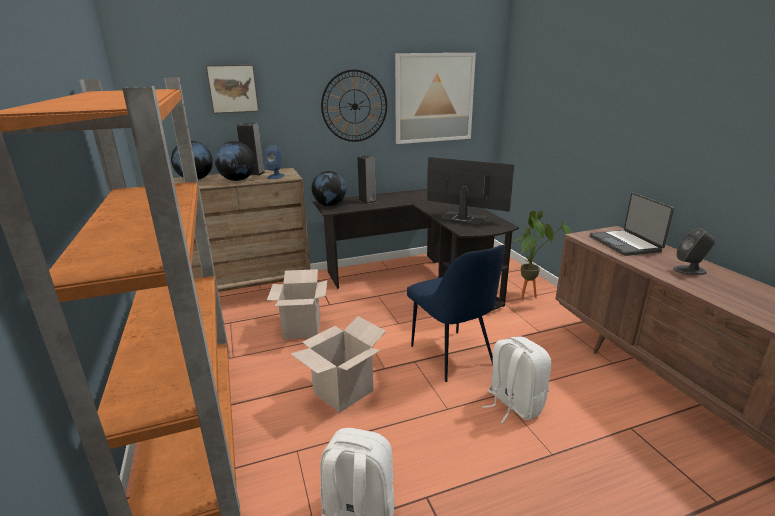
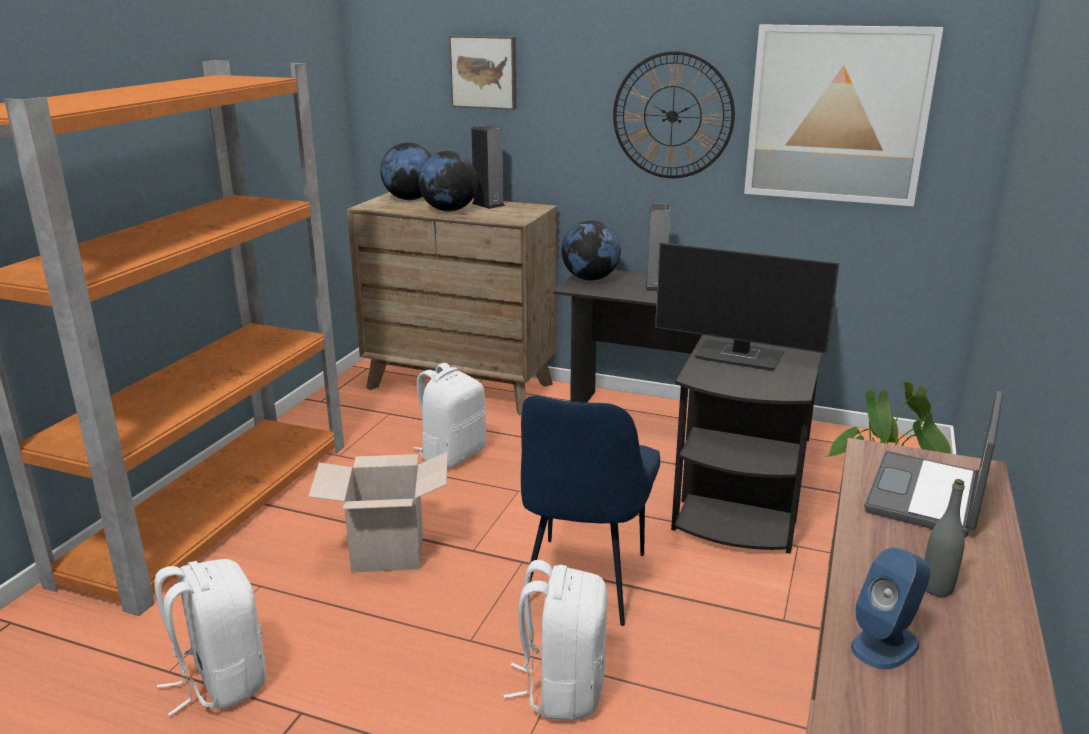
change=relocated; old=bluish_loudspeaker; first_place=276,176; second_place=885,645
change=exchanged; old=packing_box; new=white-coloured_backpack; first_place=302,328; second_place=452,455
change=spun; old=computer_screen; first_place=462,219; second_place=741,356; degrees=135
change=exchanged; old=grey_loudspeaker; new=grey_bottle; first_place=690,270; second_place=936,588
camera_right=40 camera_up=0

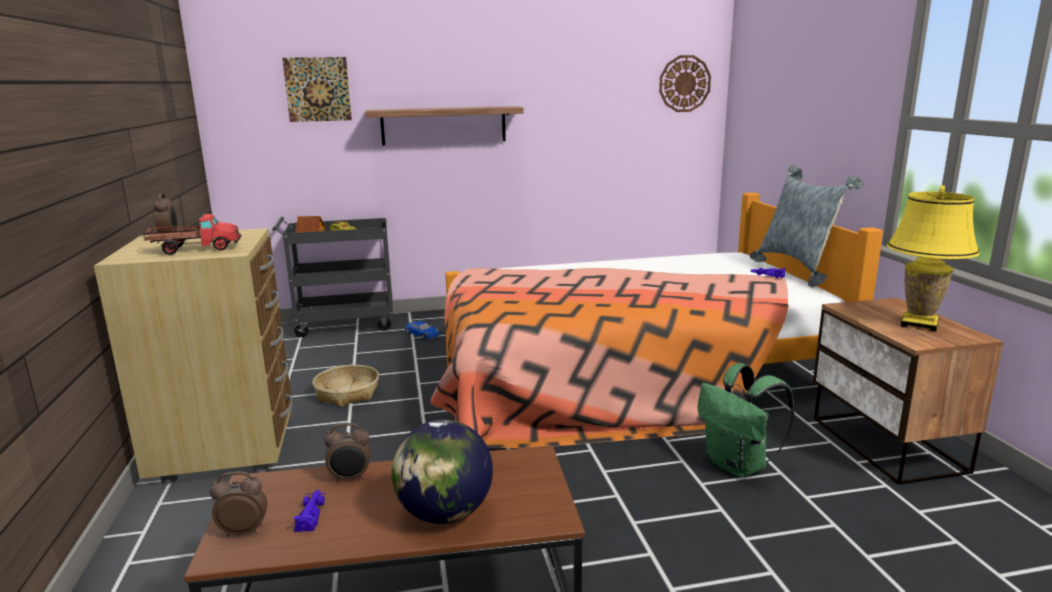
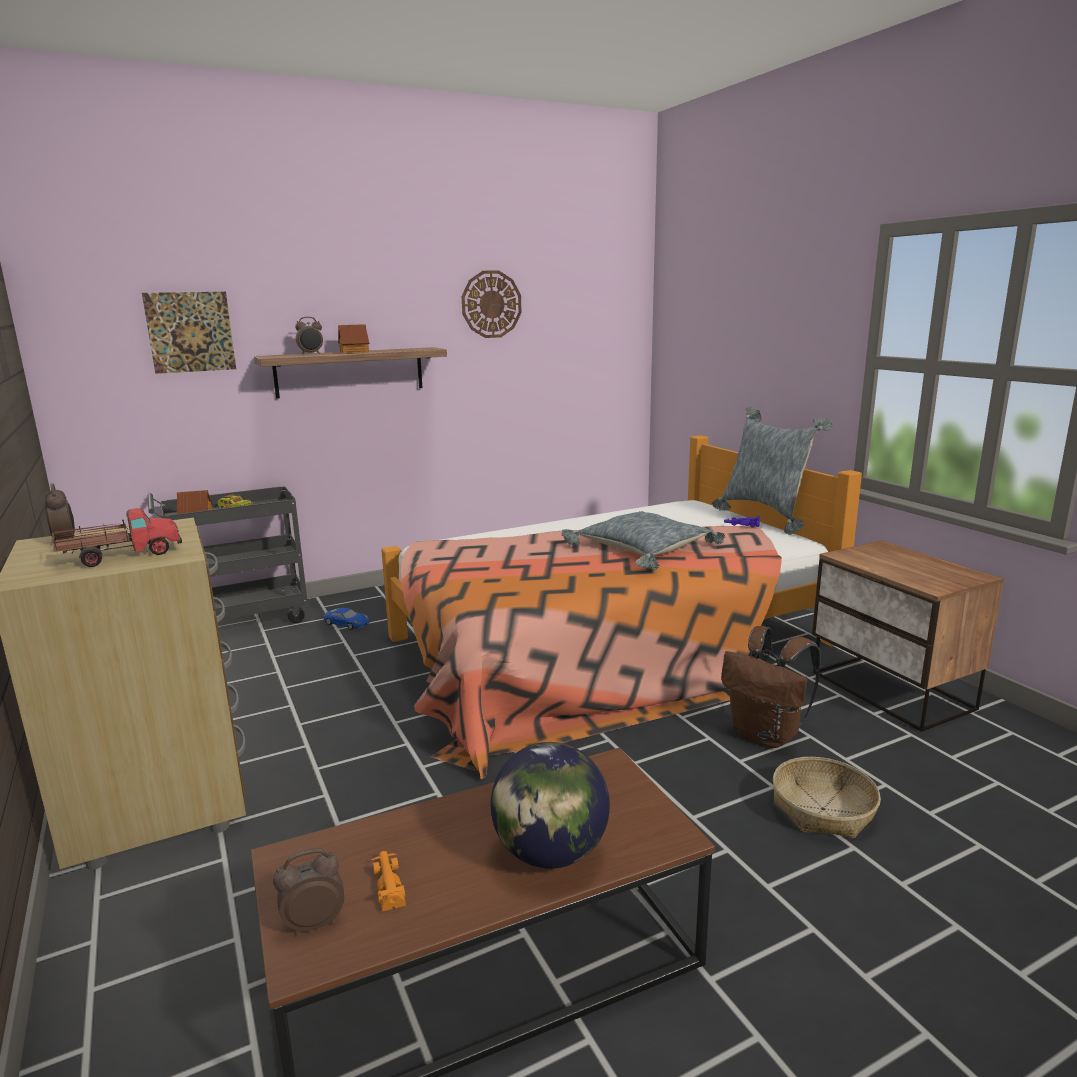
change=colour; old=purplish_miniature_car; new=orangey_miniature_car; first_place=311,514; second_place=388,883
change=relocated; old=storage_basket; first_place=347,393; second_place=822,809
change=relocated; old=table_clock; first_place=350,478; second_place=311,354
change=relocated; old=wall_clock; first_place=684,83; second_place=491,304
change=colour; old=greenish_backpack; new=brownish_backpack; first_place=738,466; second_place=767,735
change=missing; old=yellow-coloured_lamp_for_a_table; first_place=919,324
change=appeared; new=toy_house; second_place=354,352
change=appeared; new=pillow; second_place=642,545
camera_right=-15 camera_up=0

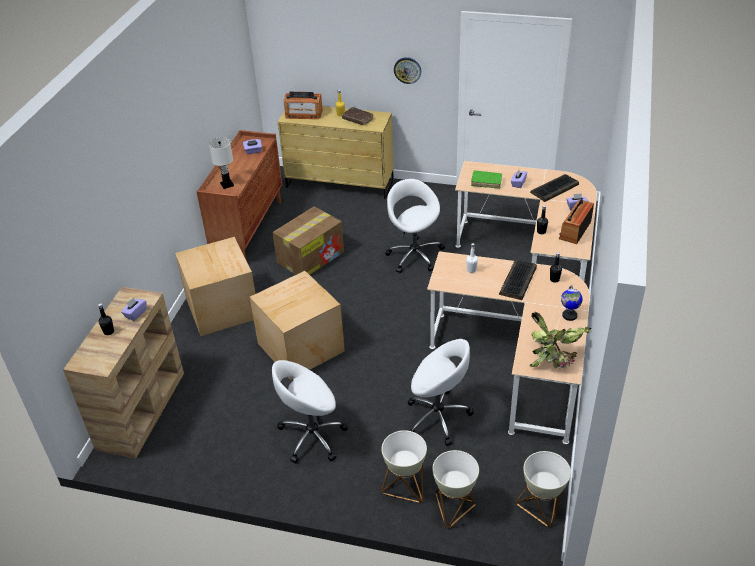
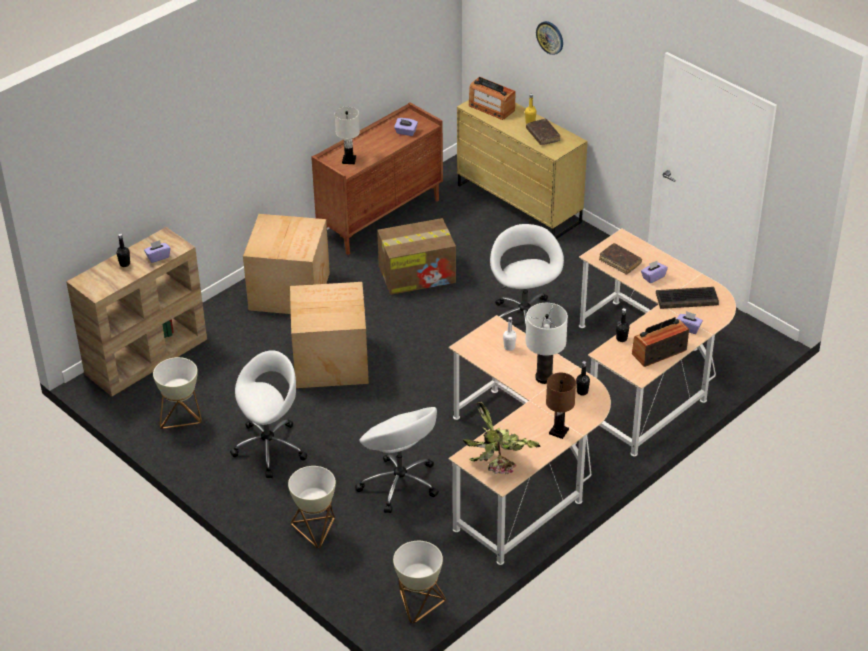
change=spun; old=white-coloured_desk_chair; first_place=310,437; second_place=271,447; degrees=150
change=relocated; old=wall_clock; first_place=407,70; second_place=550,37
change=relocated; old=flower_pot; first_place=454,508; second_place=181,418
change=colour; old=greenish_bound_book; new=brownish_bound_book; first_place=486,182; second_place=620,262
change=exchanged; old=keyboard; new=white-coloured_lamp_for_a_table; first_place=518,281; second_place=544,378
change=exchanged; old=globe; new=brownish_lamp_for_a_table; first_place=569,315; second_place=559,432
camera_right=30 camera_up=0

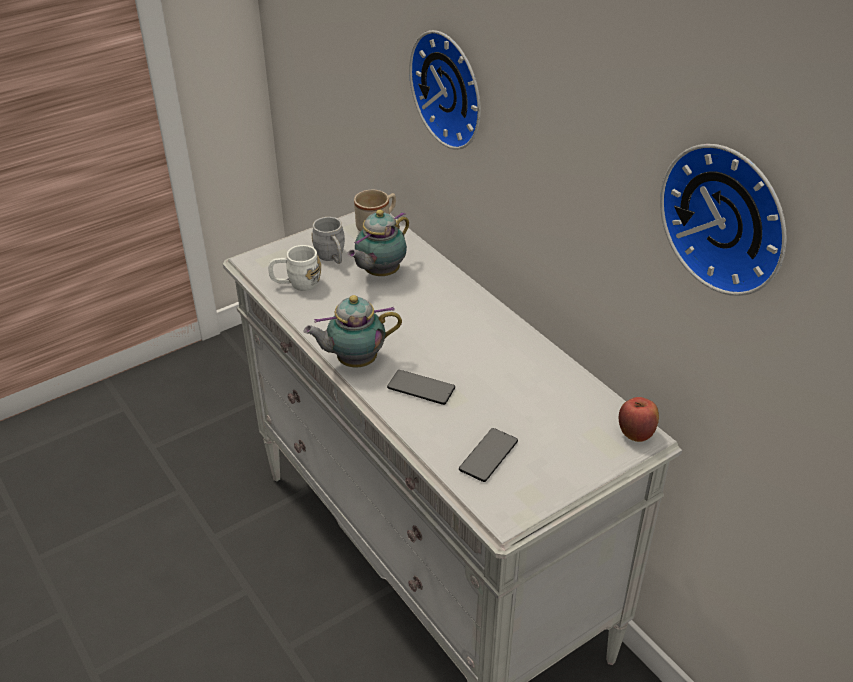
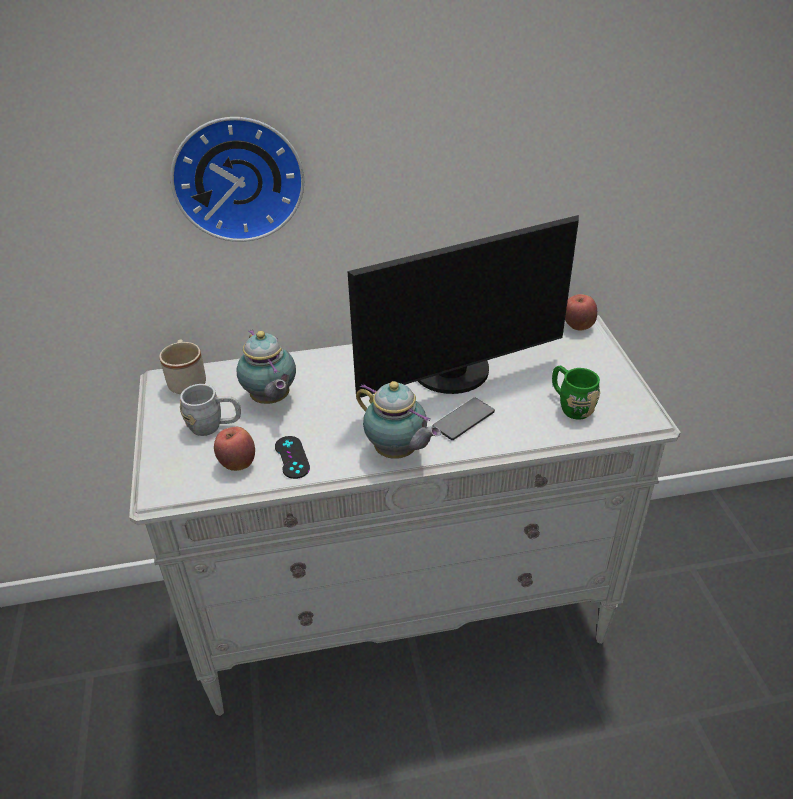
change=exchanged; old=white-coloured_coffee_mug; new=apple; first_place=296,284; second_place=238,464
change=spun; old=teapot; first_place=354,361; second_place=398,453; degrees=-60
change=exchanged; old=handset; new=greenish_coffee_mug; first_place=488,456; second_place=570,405
change=missing; old=wall_clock; first_place=729,216
change=appeared; new=black_gamepad; second_place=292,457
change=appeared; new=computer_screen; second_place=455,374
camera_right=-65 camera_up=0

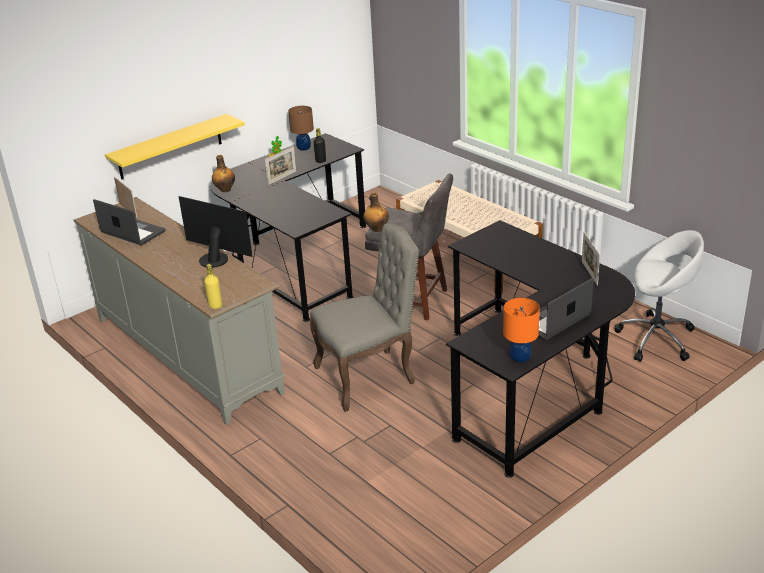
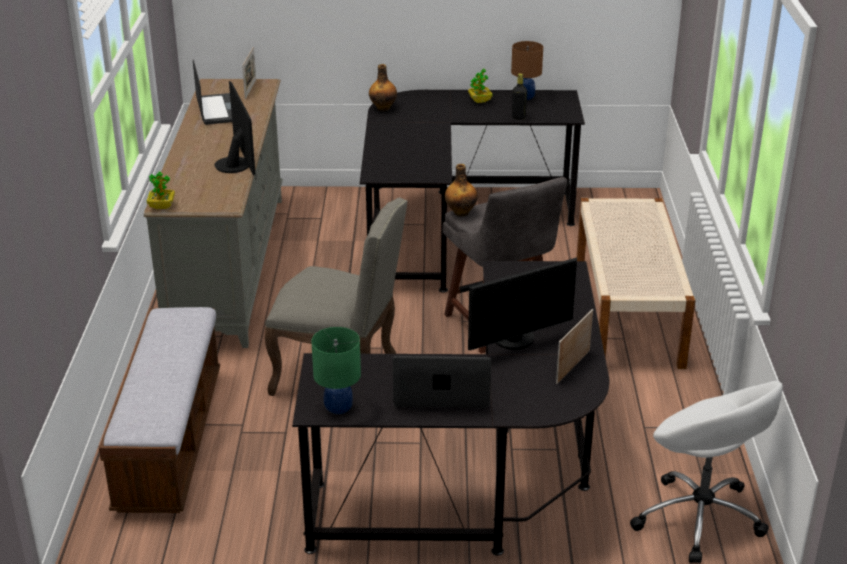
change=missing; old=yellow-coloured_shelf; first_place=170,147
change=exchanged; old=yellow-coloured_bottle; new=houseplant; first_place=215,306; second_place=162,206
change=missing; old=picture_frame; first_place=282,178
change=colour; old=orangey_lamp_for_a_table; new=greenish_lamp_for_a_table; first_place=521,358; second_place=339,409
change=appeared; new=long_seat; second_place=170,440
change=appeared; new=computer_screen; second_place=516,340
camera_right=40 camera_up=0

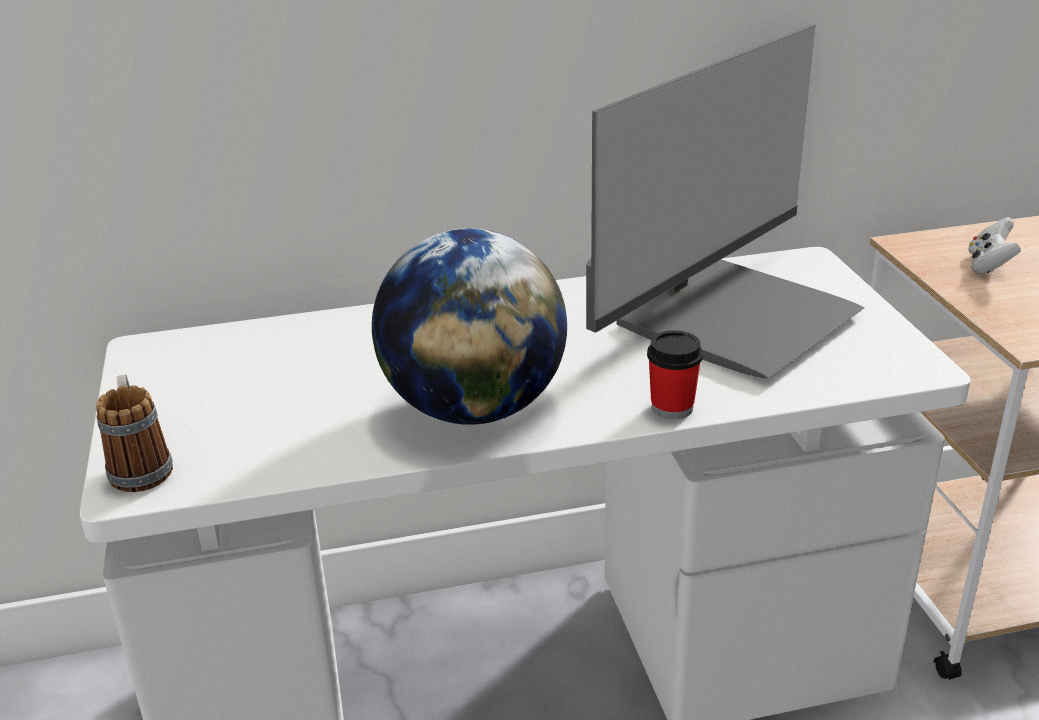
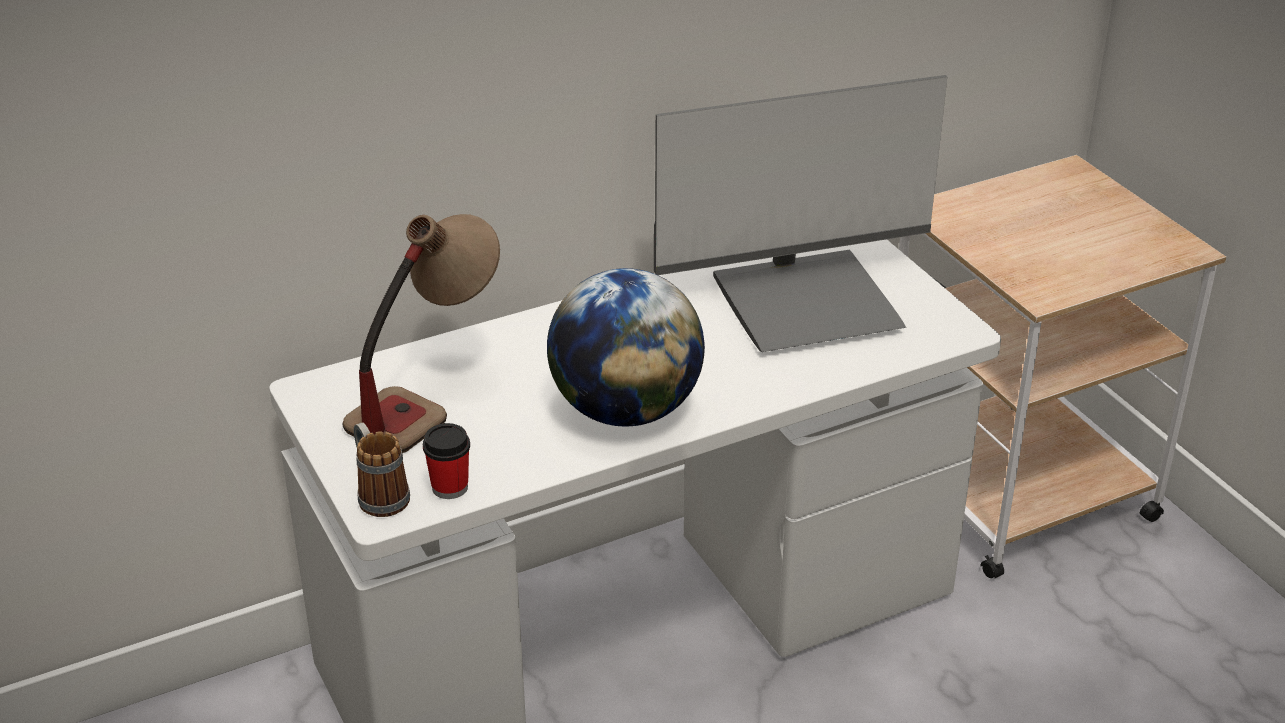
change=spun; old=computer_screen; first_place=733,318; second_place=805,301; degrees=45
change=relocated; old=cup; first_place=672,407; second_place=450,487
change=missing; old=white-coloured_gamepad; first_place=989,265
change=appeared; new=lamp_for_a_table; second_place=428,399
camera_right=-15 camera_up=5

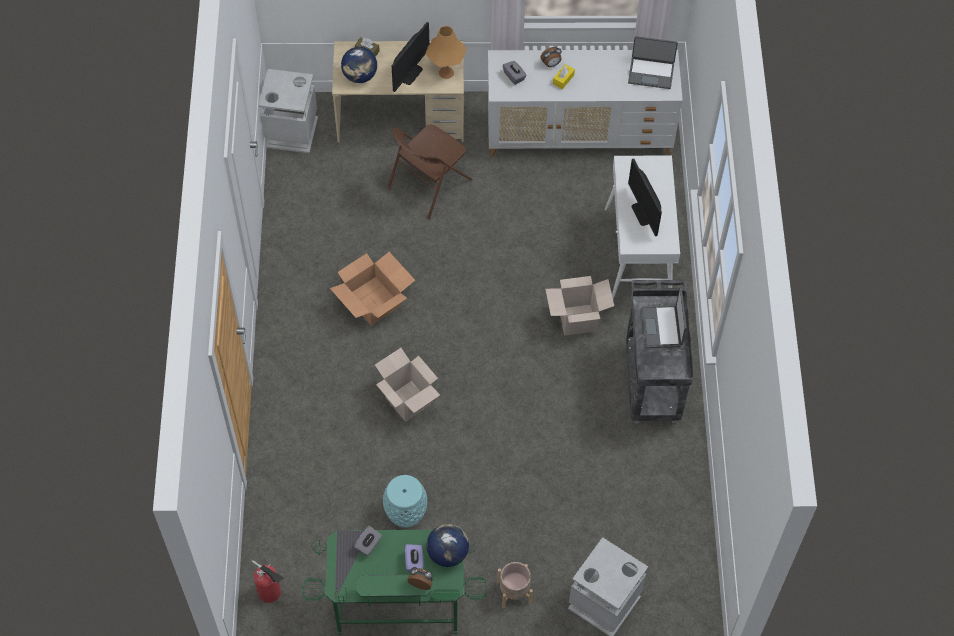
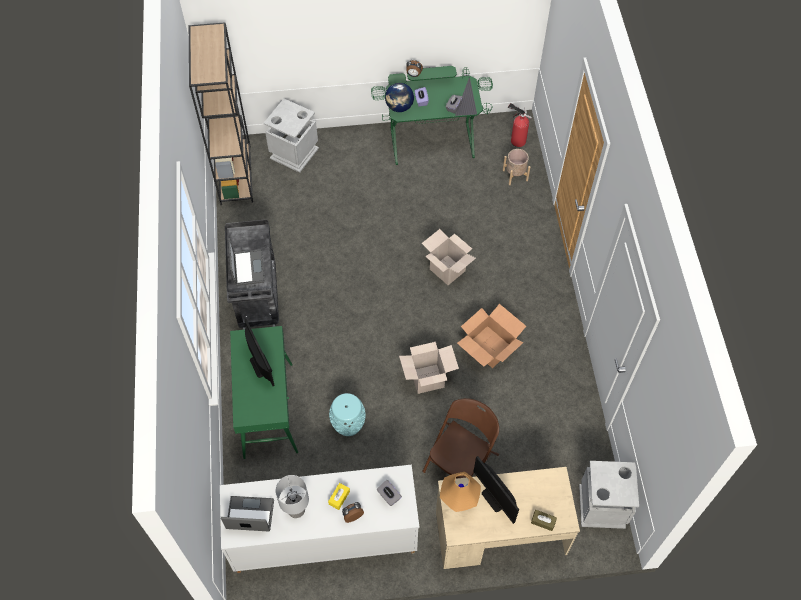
change=missing; old=globe; first_place=360,76
change=relocated; old=blue-green_stool; first_place=406,512; second_place=348,424
change=spun; old=computer_screen; first_place=409,73; second_place=495,498; degrees=-60
change=relocated; old=sand-coloured_flower_pot; first_place=514,592; second_place=515,175
change=relocated; old=packing_box; first_place=577,320; second_place=427,379
change=colour; old=white-coloured_console_table; new=greenish_console_table; first_place=638,255; second_place=268,409
change=appeared; new=shelving_unit; second_place=235,175
change=appeared; new=grey_lamp_for_a_table; second_place=296,510
camera_right=175 camera_up=0

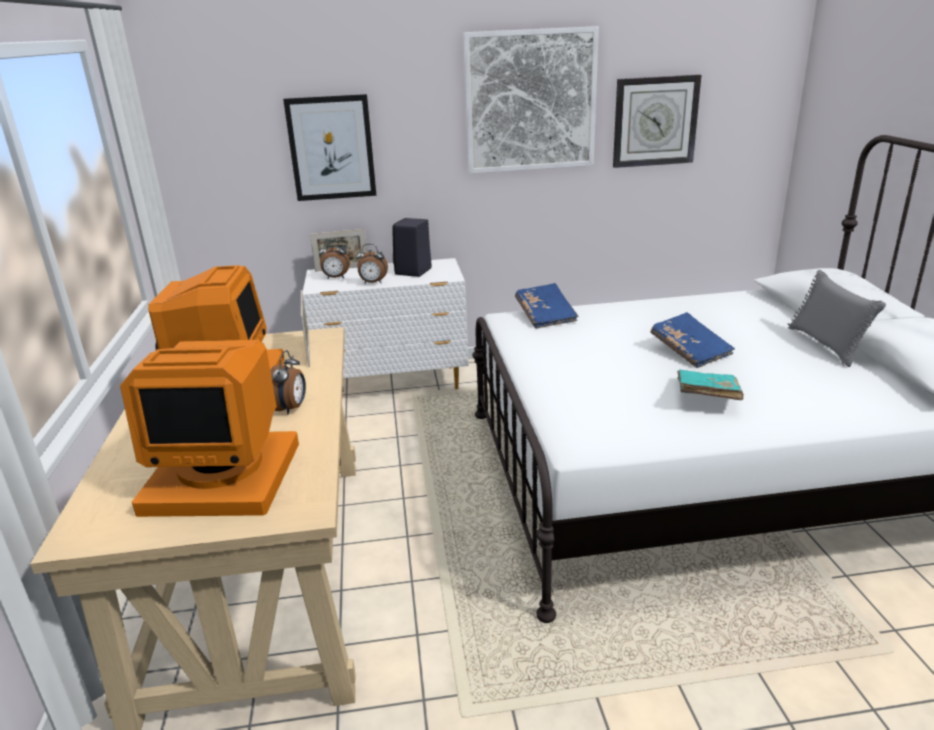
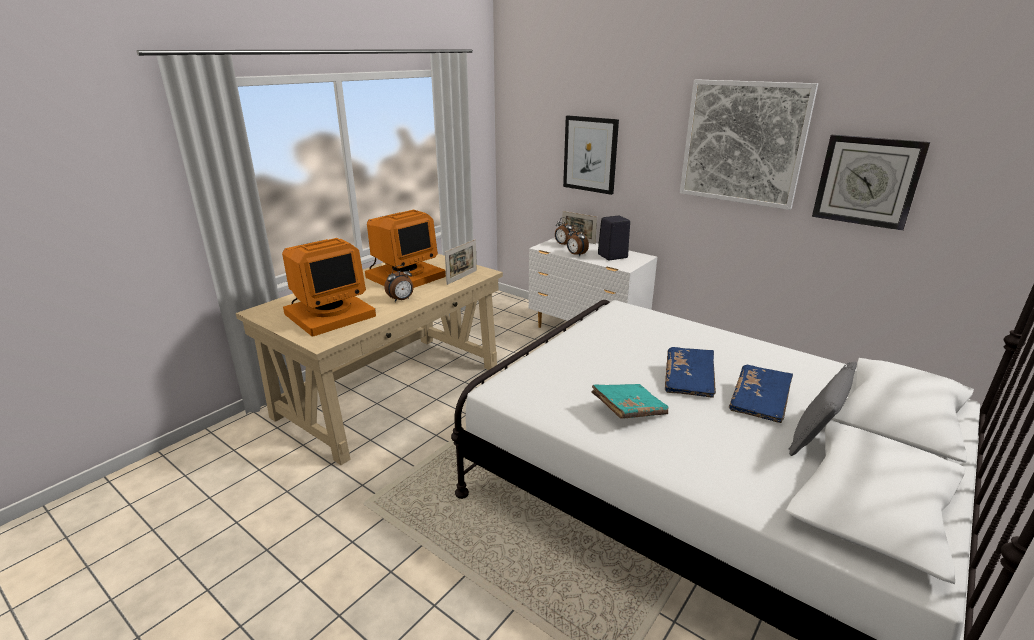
change=spun; old=computer_screen; first_place=224,475; second_place=329,314; degrees=-90
change=relocated; old=bluish_bound_book; first_place=545,316; second_place=759,402
camera_right=45 camera_up=0

